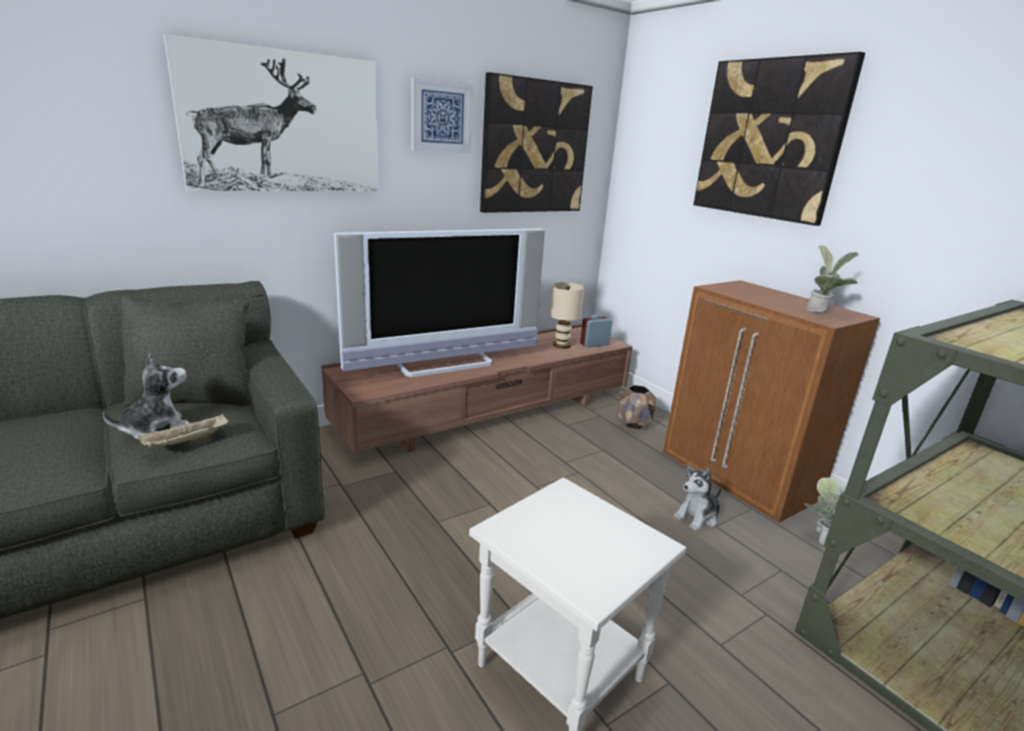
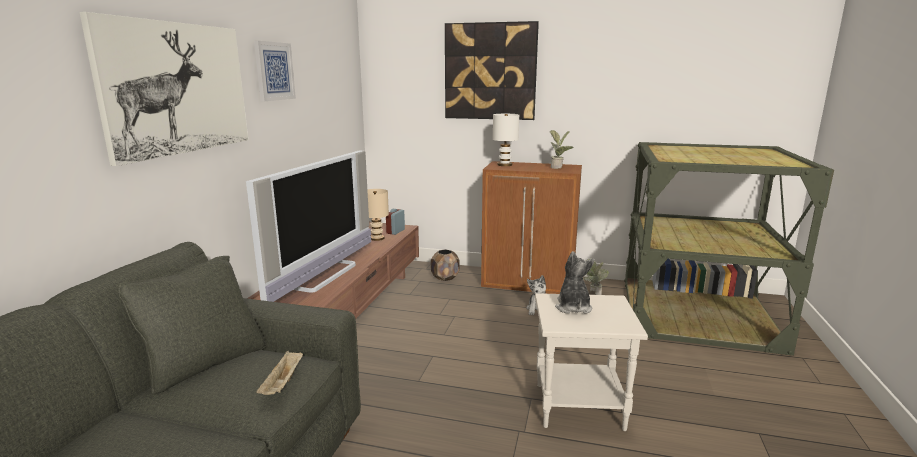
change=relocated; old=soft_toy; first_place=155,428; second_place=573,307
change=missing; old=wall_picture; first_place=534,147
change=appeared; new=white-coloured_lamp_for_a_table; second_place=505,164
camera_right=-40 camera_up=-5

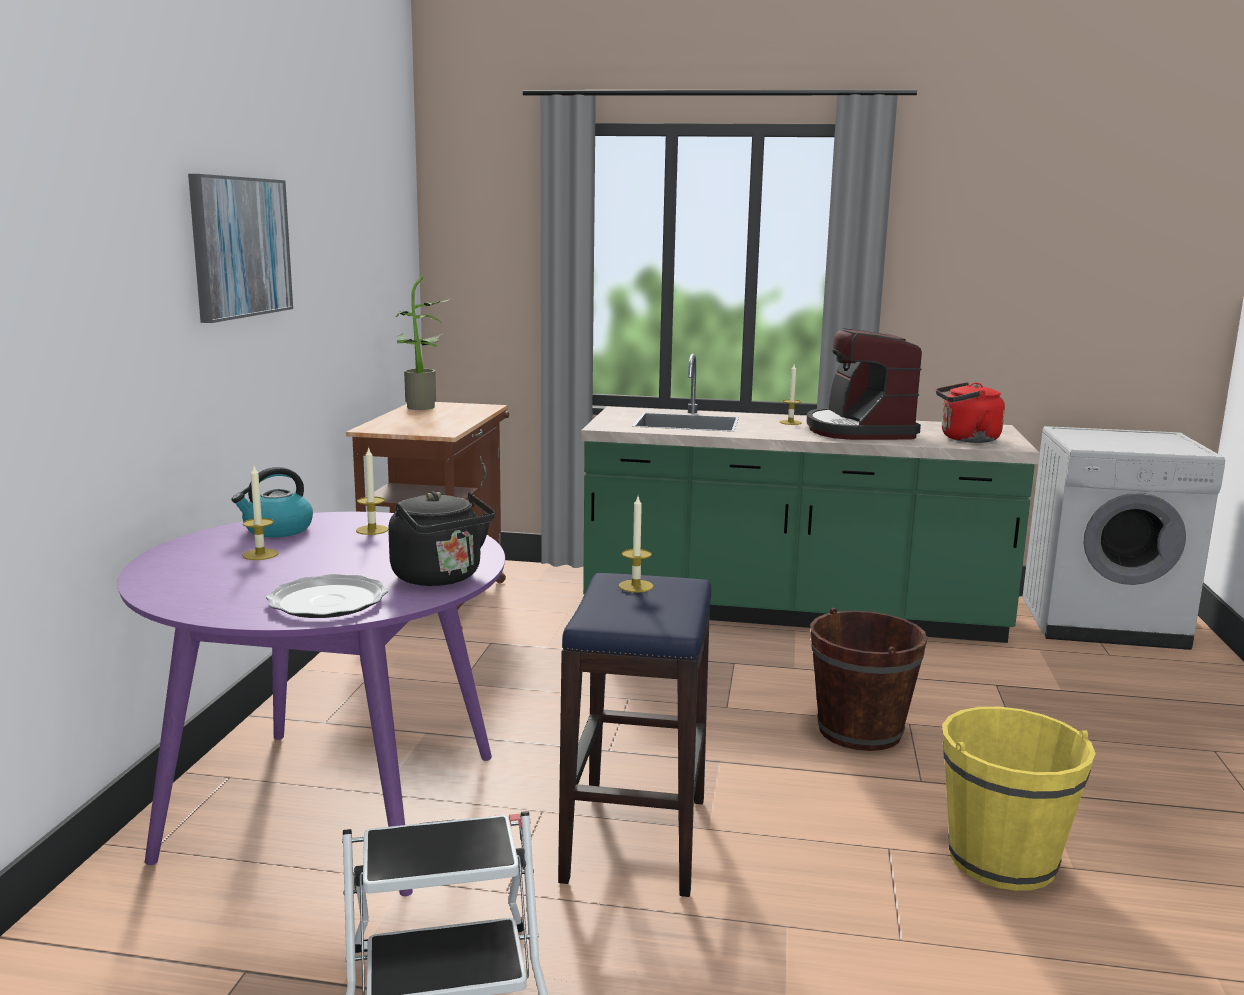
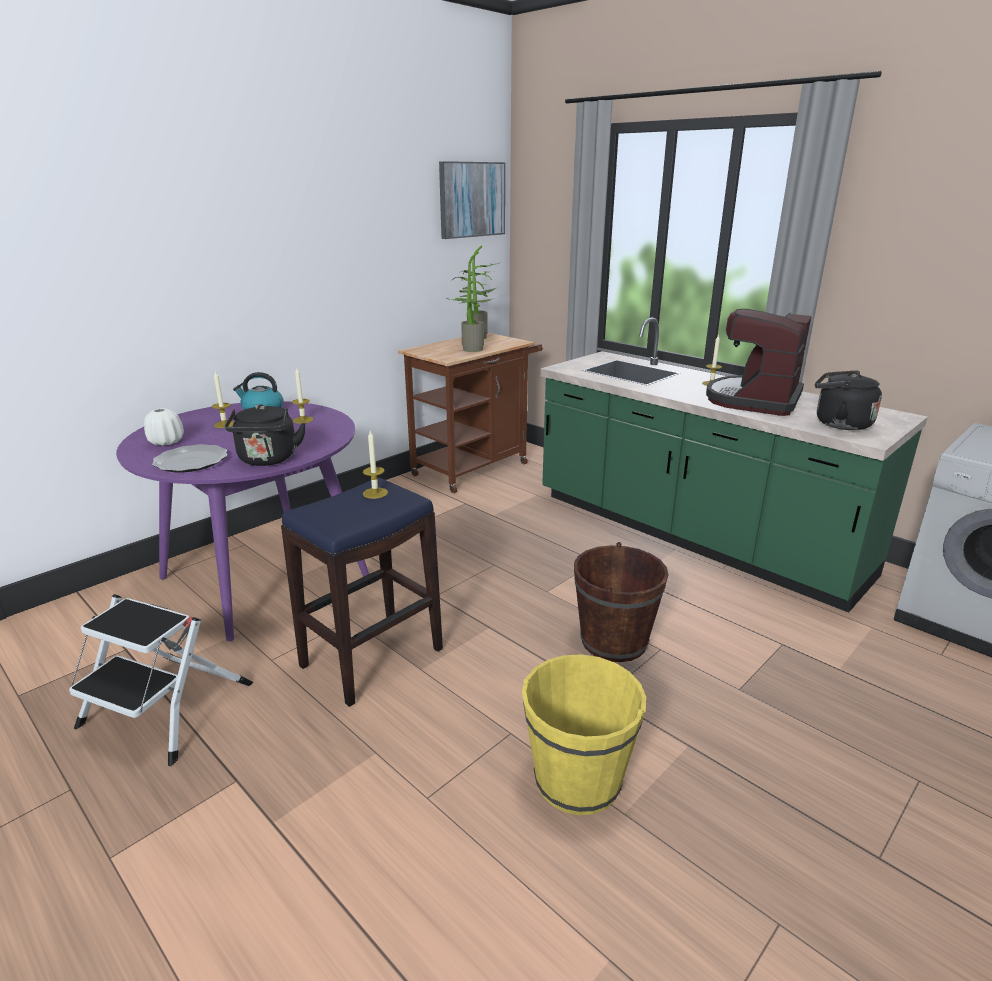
change=relocated; old=wall_picture; first_place=240,247; second_place=472,199
change=colour; old=red_kettle; new=black_kettle; first_place=966,439; second_place=838,424
change=appeared; new=white-coloured_flower_vase; second_place=166,442
change=appeared; new=houseplant; second_place=471,350
camera_right=35 camera_up=10

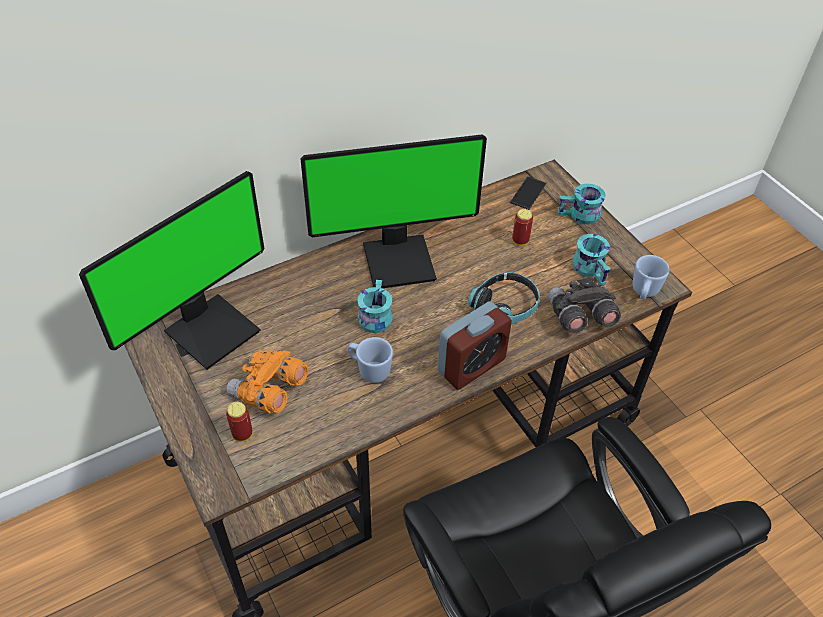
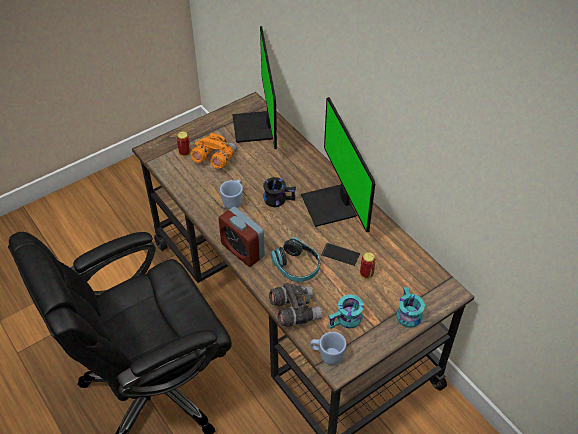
change=spun; old=computer_screen; first_place=211,329; second_place=257,128; degrees=45
change=colour; old=blue-green_coffee_mug; new=black_coffee_mug; first_place=373,316; second_place=278,198
change=relocated; old=handset; first_place=528,193; second_place=340,254
camera_right=85 camera_up=0

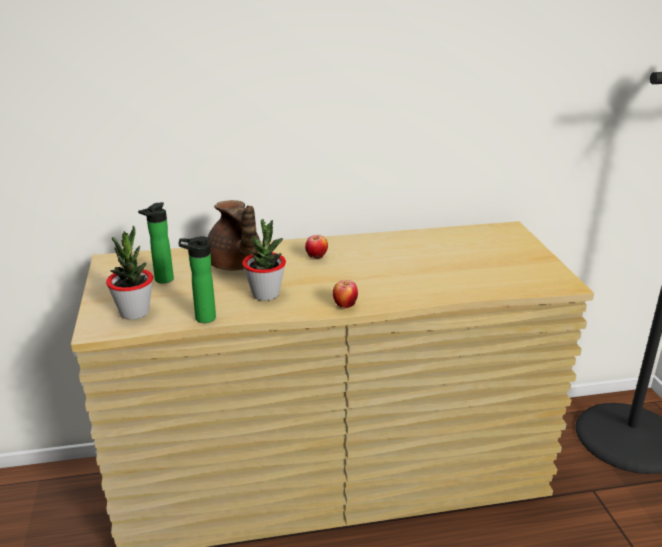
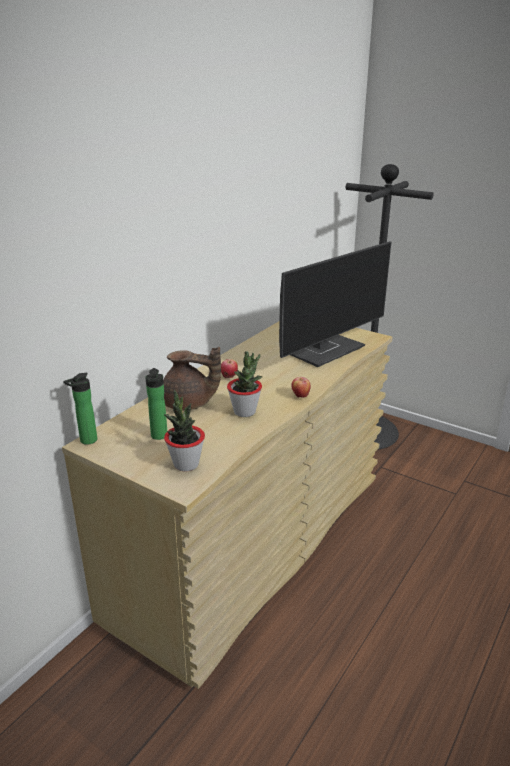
change=relocated; old=bottle; first_place=202,318; second_place=86,441
change=appeared; new=computer_screen; second_place=325,350
camera_right=-45 camera_up=0

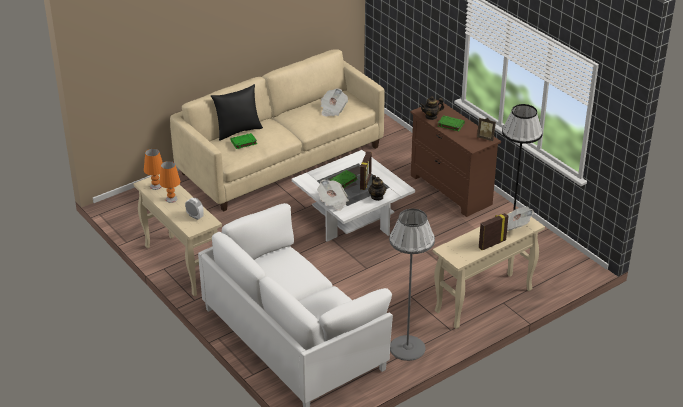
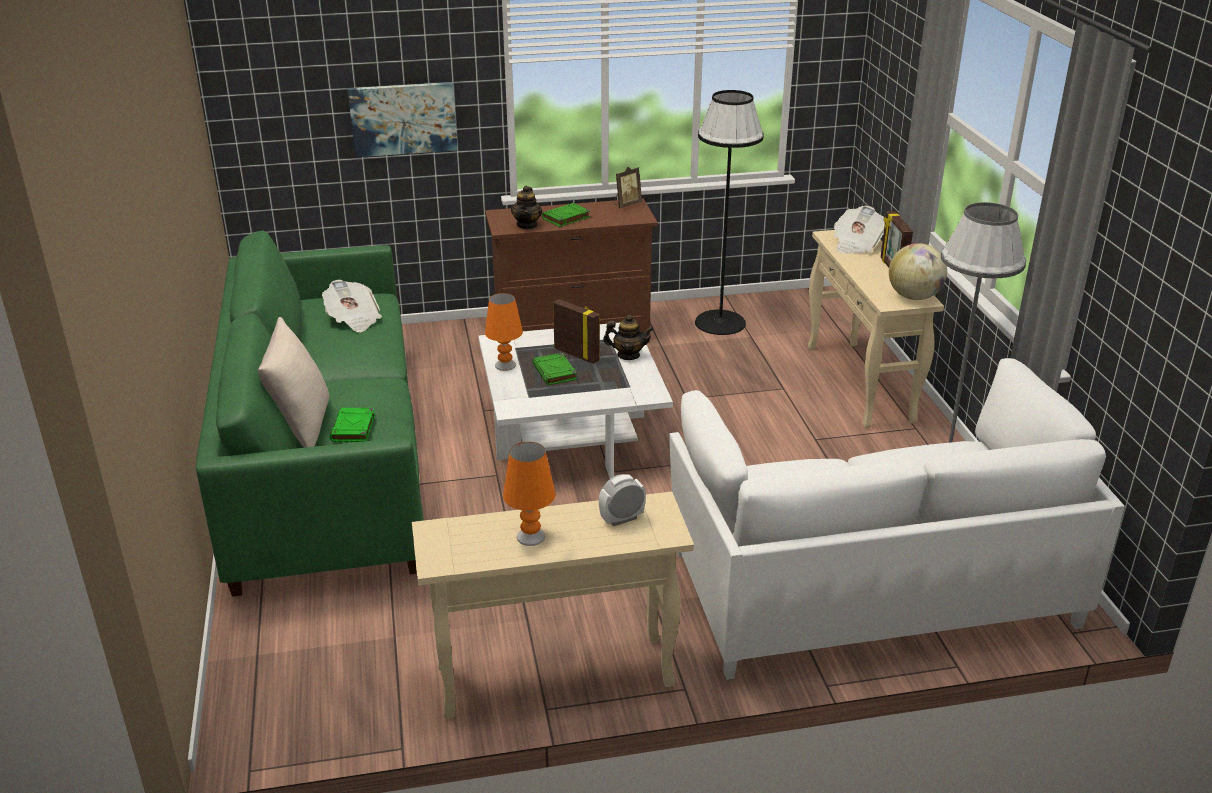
change=relocated; old=orangey_lamp_for_a_table; first_place=156,186; second_place=505,365
change=colour; old=sand-coloured_sofa; new=greenish_sofa; first_place=281,160; second_place=326,463
change=colour; old=black_pillow; new=sand-coloured_pillow; first_place=238,131; second_place=302,427
change=missing; old=newspaper; first_place=333,202
change=appeared; new=wall_picture; second_place=403,119
change=appeared; new=globe; second_place=914,297
camera_right=-65 camera_up=-5

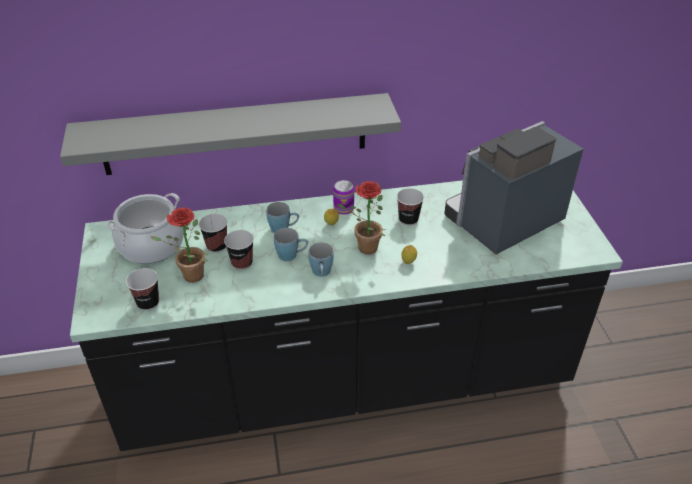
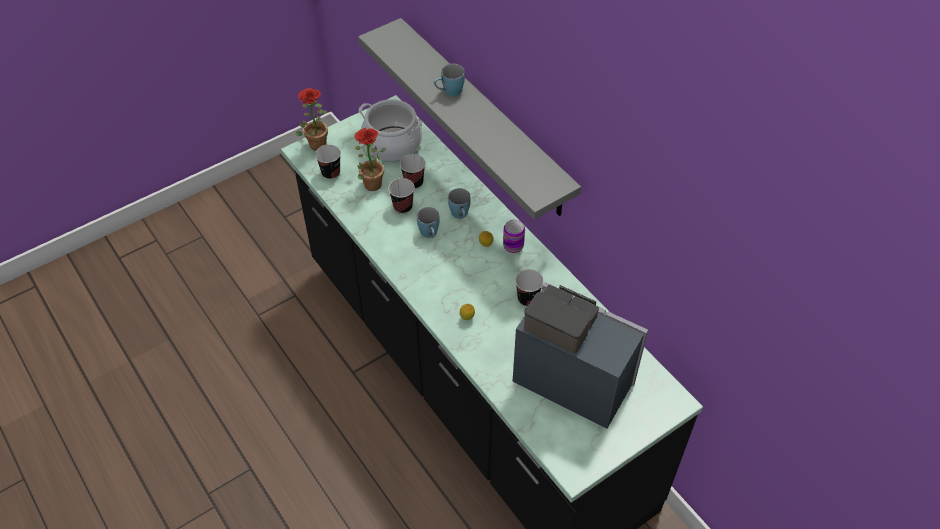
change=relocated; old=bluish_coffee_mug; first_place=321,273; second_place=449,92
change=relocated; old=houseplant; first_place=363,248; second_place=316,142
camera_right=65 camera_up=10

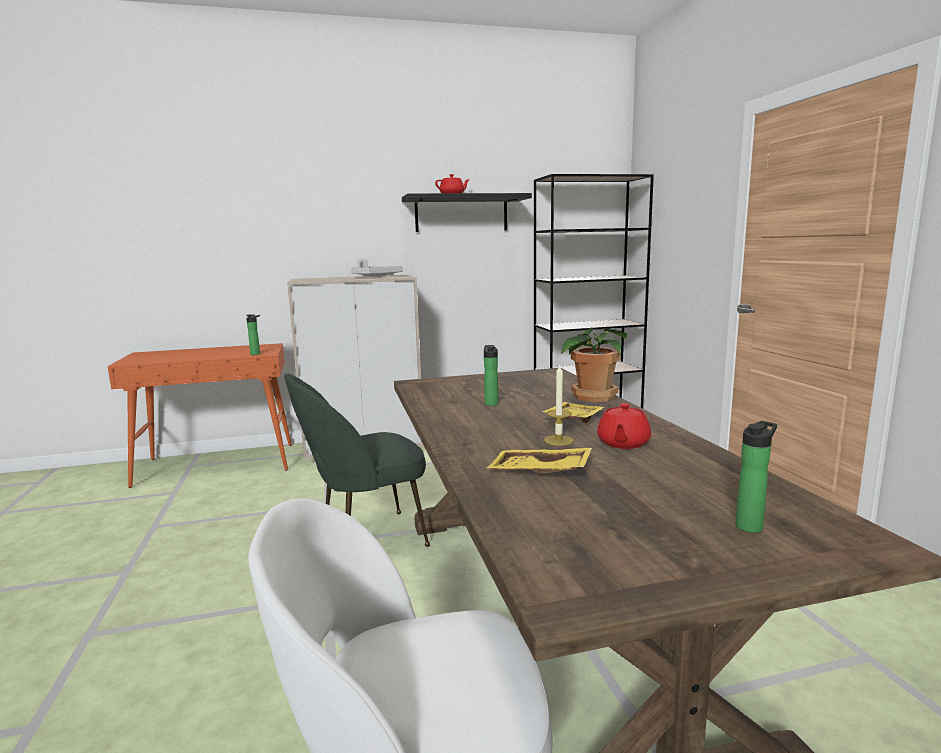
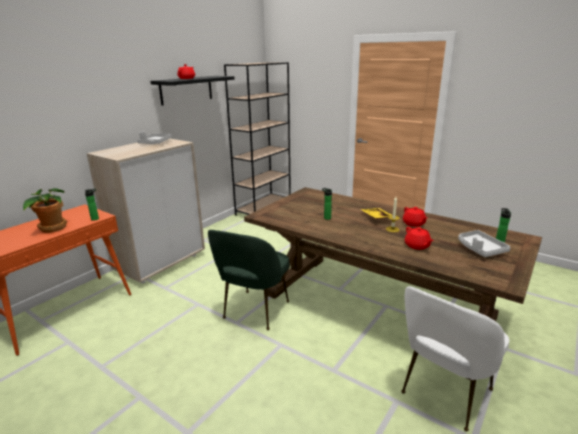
change=exchanged; old=yellow-coloured_serving_tray; new=red_teapot; first_place=539,472; second_place=417,246
change=relocated; old=houseplant; first_place=592,397; second_place=52,228
change=appeared; new=grey_serving_tray; second_place=480,249
camera_right=-40 camera_up=10

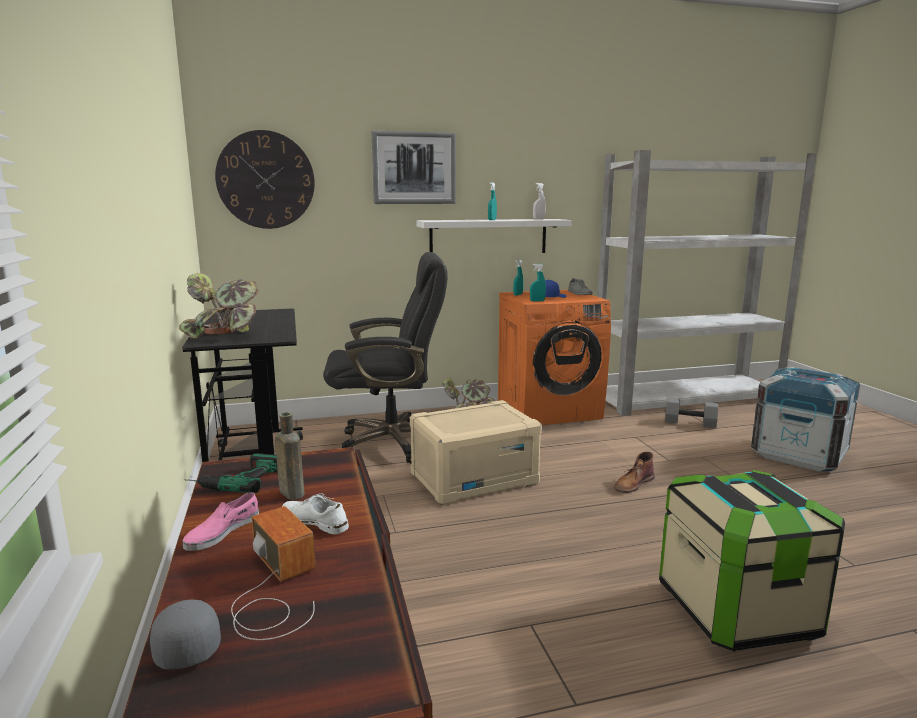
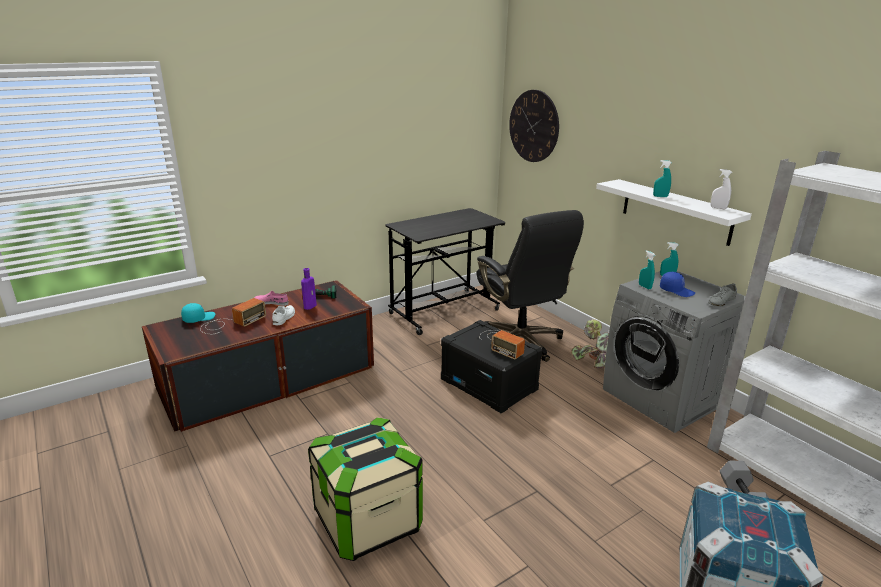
change=colour; old=grey_peaked_cap; new=blue-green_peaked_cap; first_place=187,643; second_place=198,318
change=missing; old=houseplant; first_place=225,335
change=colour; old=brownish_bottle; new=purplish_bottle; first_place=290,492; second_place=310,306
change=missing; old=wall_picture; first_place=414,168
change=colour; old=sand-coloured_storage_bin; new=black_storage_bin; first_place=474,478; second_place=489,385
change=colour; old=orangey_washing_machine; new=grey_washing_machine; first_place=549,413; second_place=660,400
change=missing; old=brownish_high-top_boot; first_place=633,484
change=appeared; new=radio_set; second_place=500,343
camera_right=70 camera_up=10

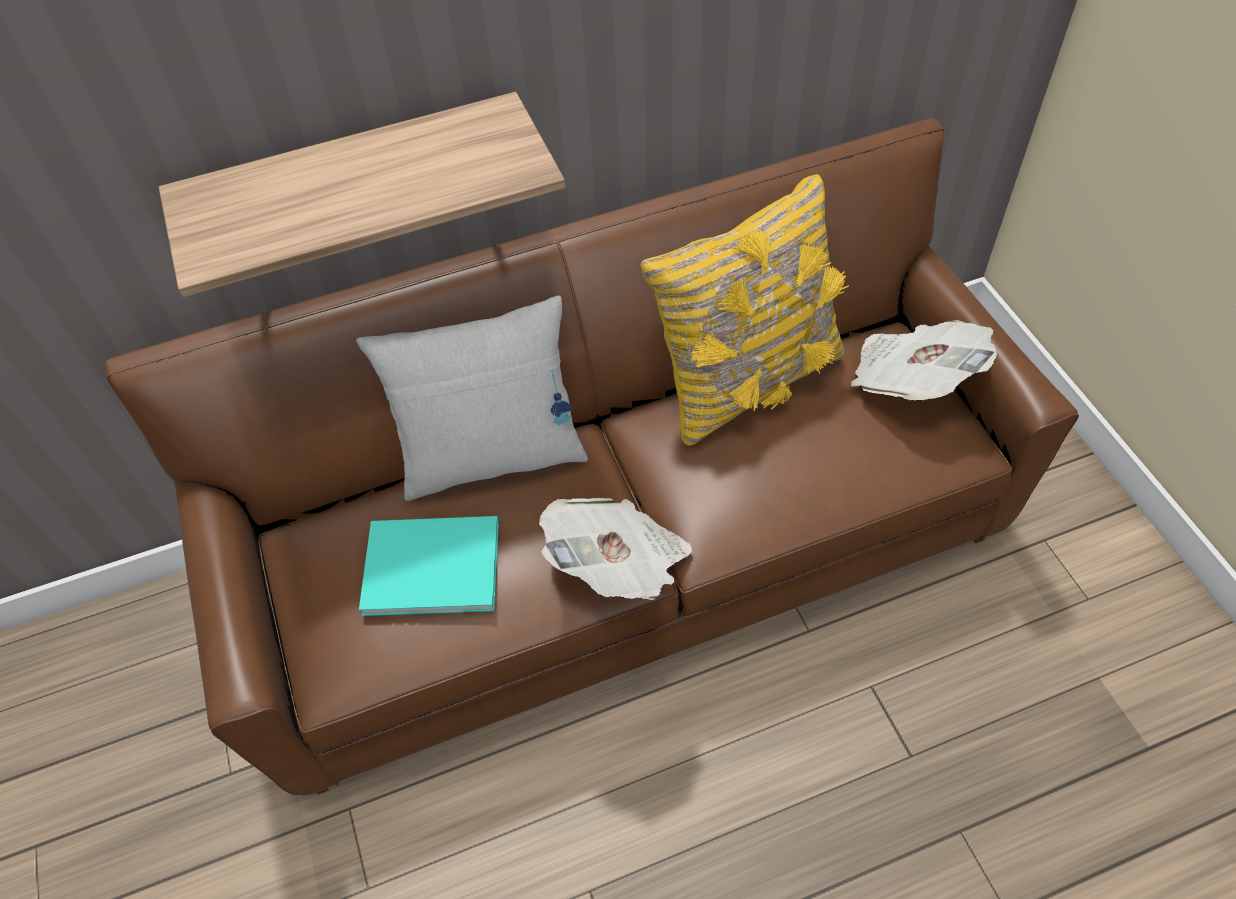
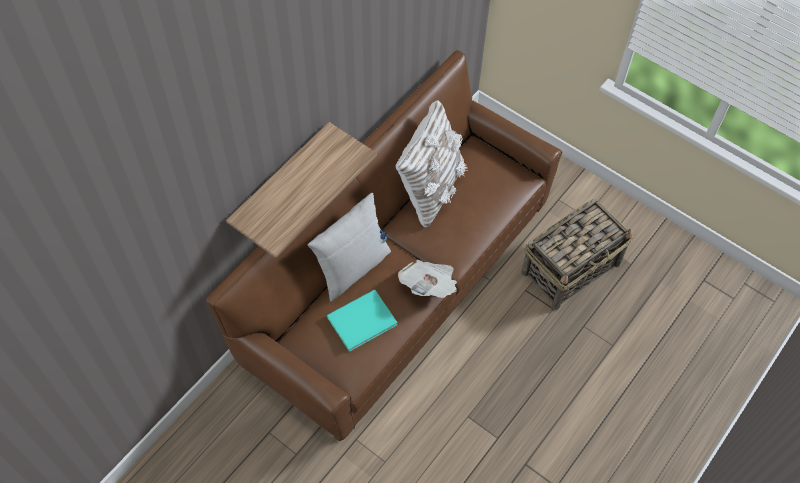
change=colour; old=yellow-coloured_pillow; new=white-coloured_pillow; first_place=748,383; second_place=432,190
change=missing; old=newspaper; first_place=912,380
change=appeared; new=storage_basket; second_place=571,268
camera_right=-35 camera_up=5

